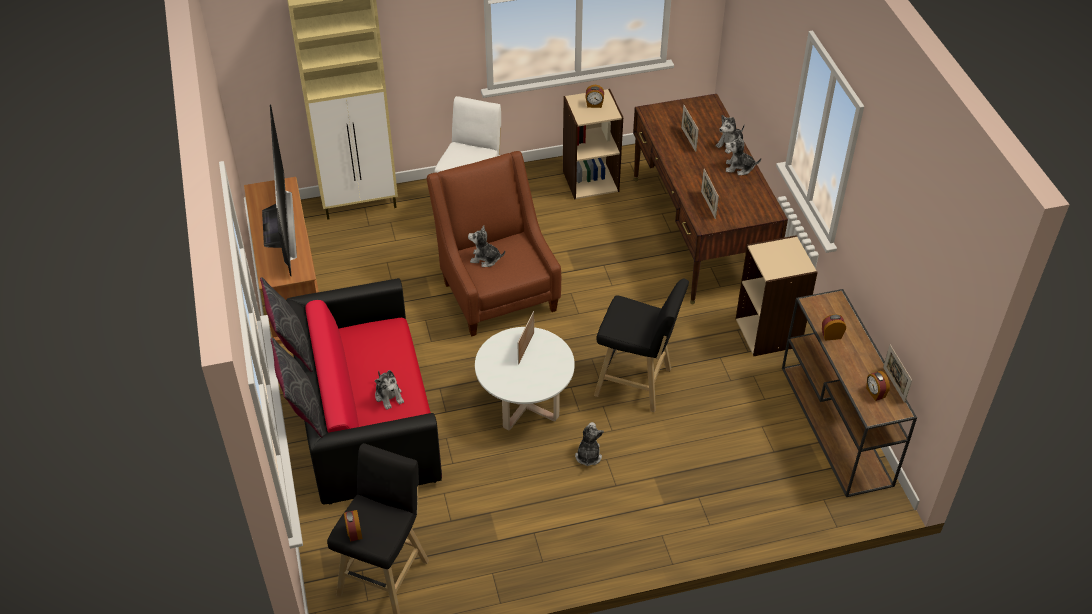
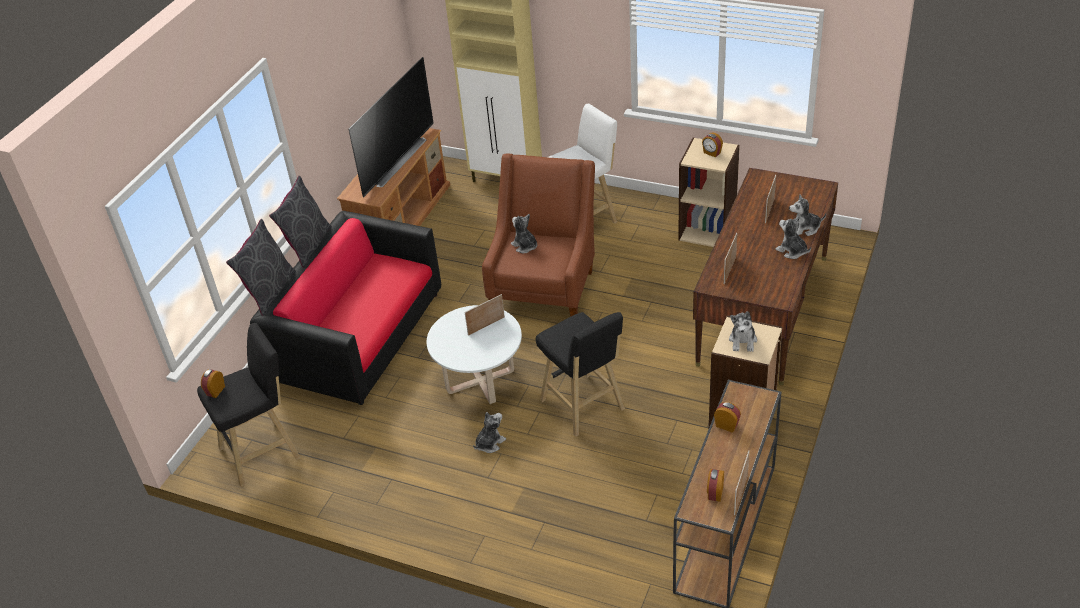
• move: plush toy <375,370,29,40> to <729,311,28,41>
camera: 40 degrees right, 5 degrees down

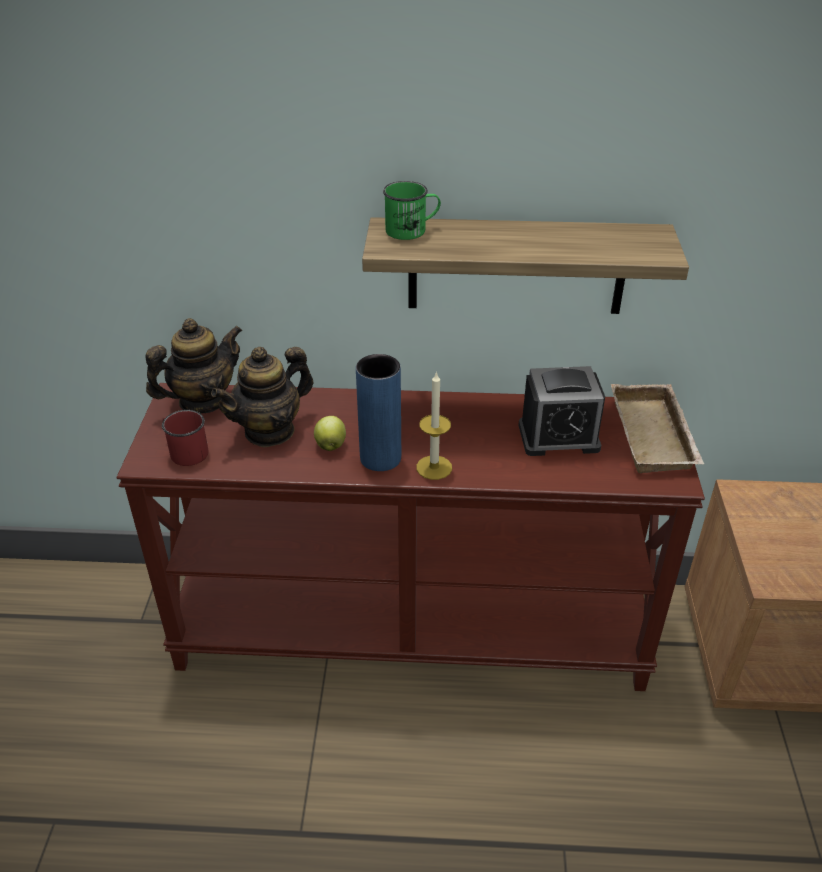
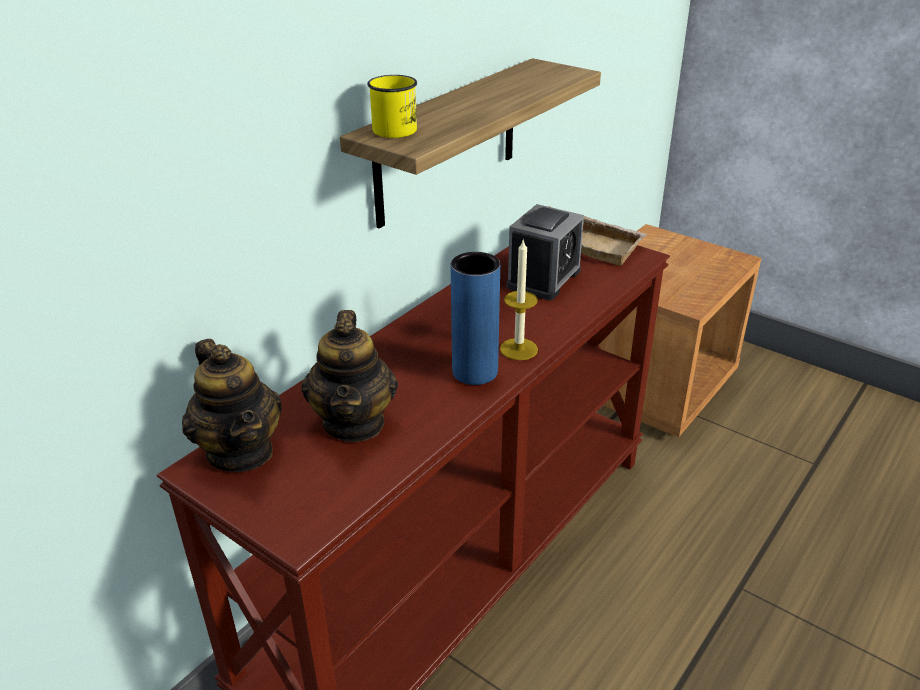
• delete: red mug <162,410,46,56>
• delete: apple <314,416,32,35>
• recolor: green mug <383,181,58,59> to yellow mug <367,75,50,63>
• rotate: teapot <145,318,97,95> = <182,339,100,133> 150 degrees clockwise
camera: 55 degrees left, 5 degrees down

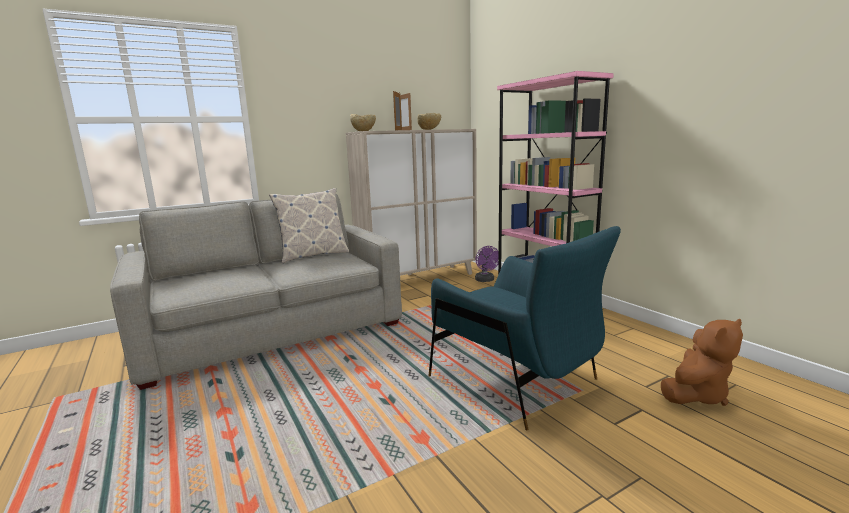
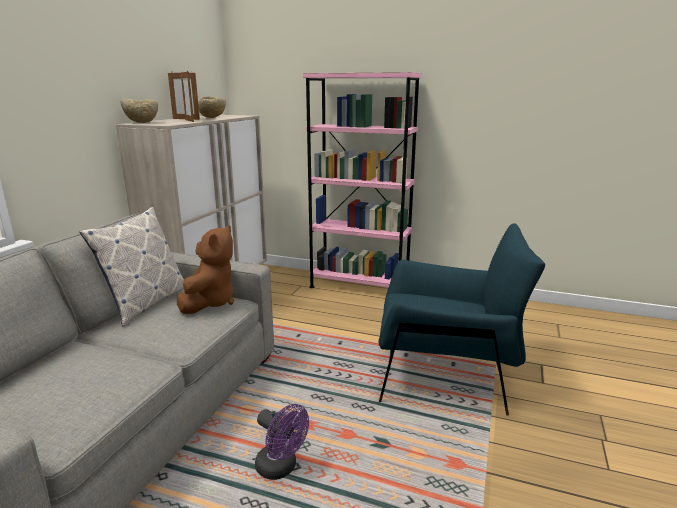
• move: purple fan <475,246,24,36> to <255,404,54,76>
• move: brown plush toy <661,319,82,87> to <177,225,57,89>
camera: 40 degrees left, 5 degrees up

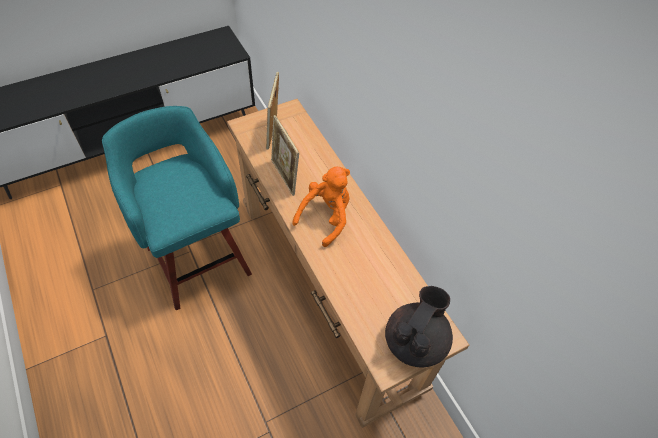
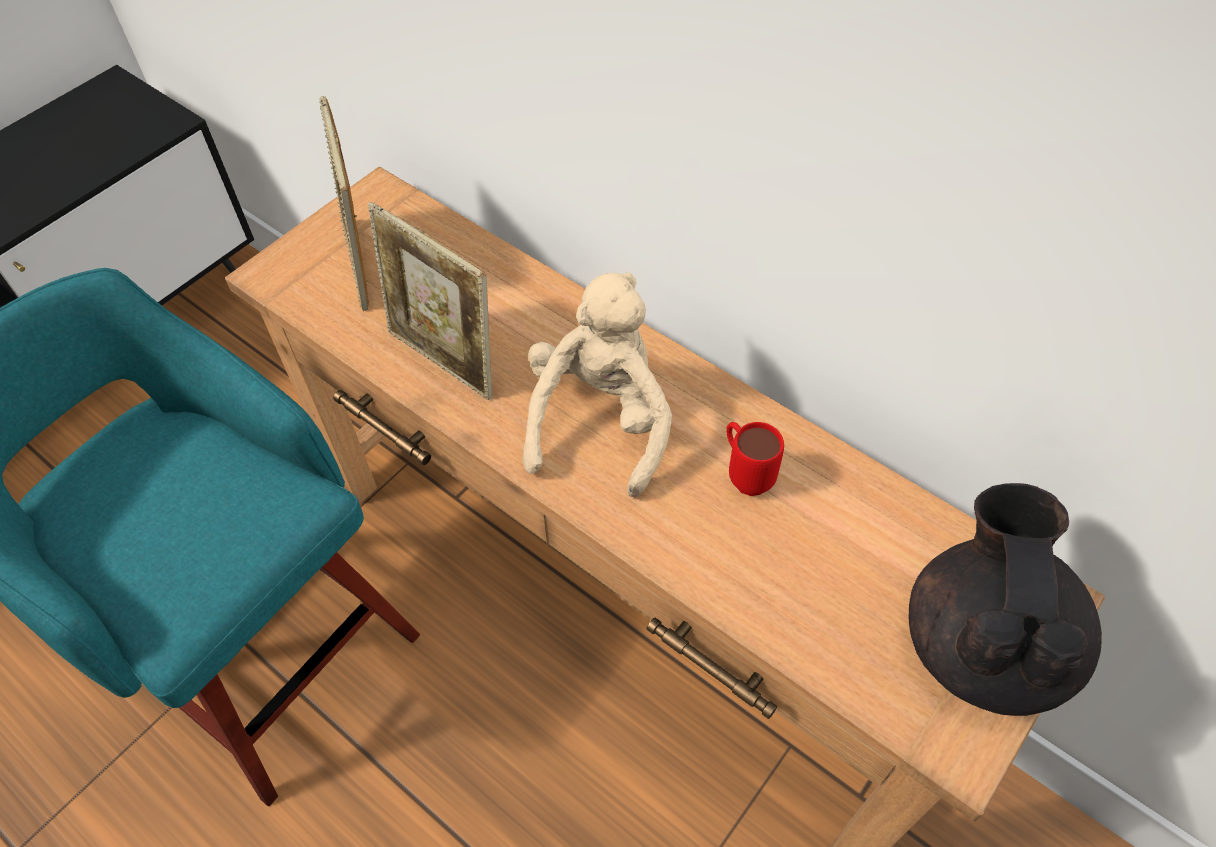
• insert: red mug <726,422,58,74>
• recolor: orange plush toy <292,167,58,80> to beige plush toy <523,272,149,226>
camera: 20 degrees left, 0 degrees up

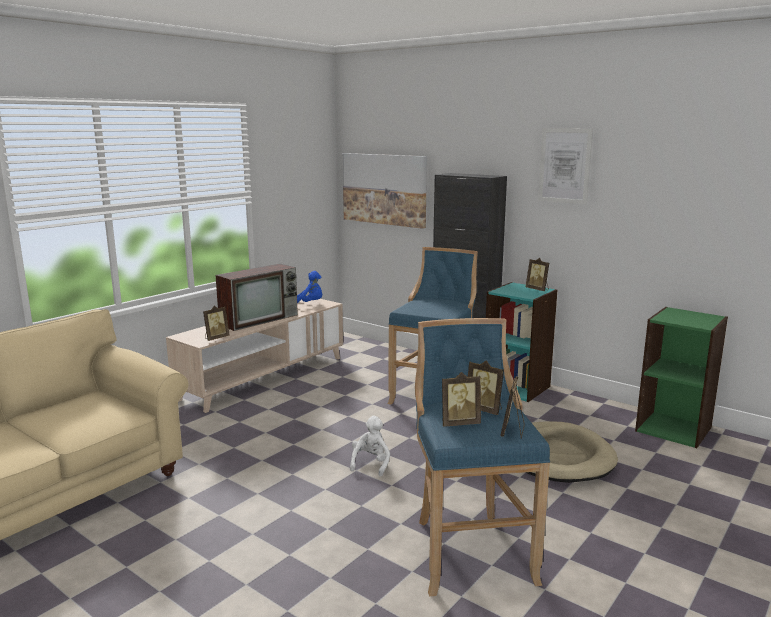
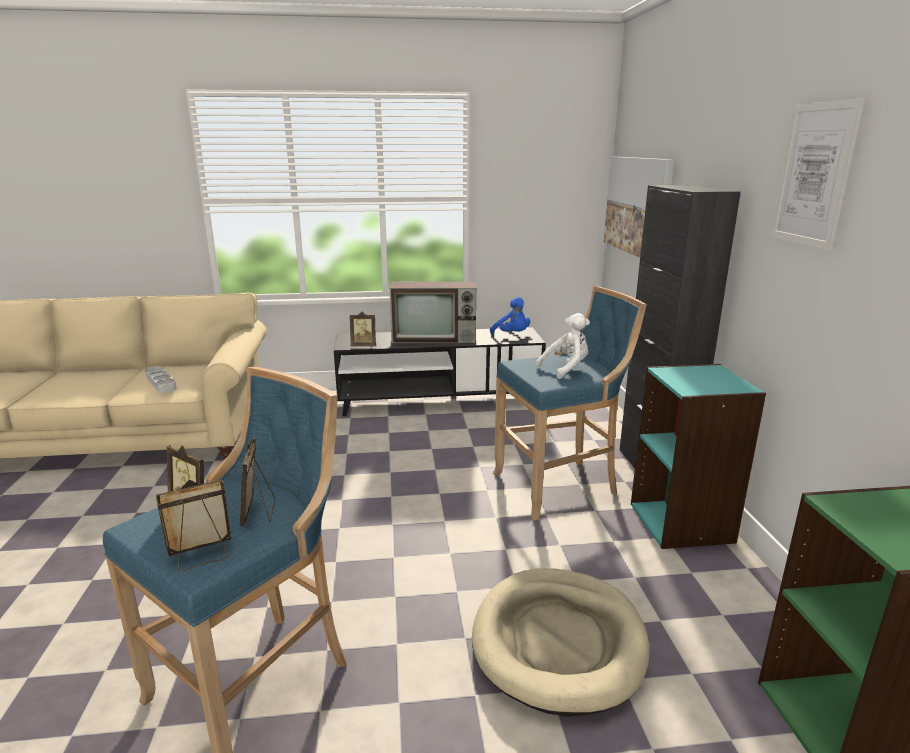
• delete: picture frame <526,258,23,33>
• insert: grey tray <145,366,32,27>
• move: white plush toy <350,416,40,61> to <535,313,55,66>
• recolor: beige tv stand <166,299,177,114> to black tv stand <334,327,212,89>
camera: 45 degrees right, 5 degrees up

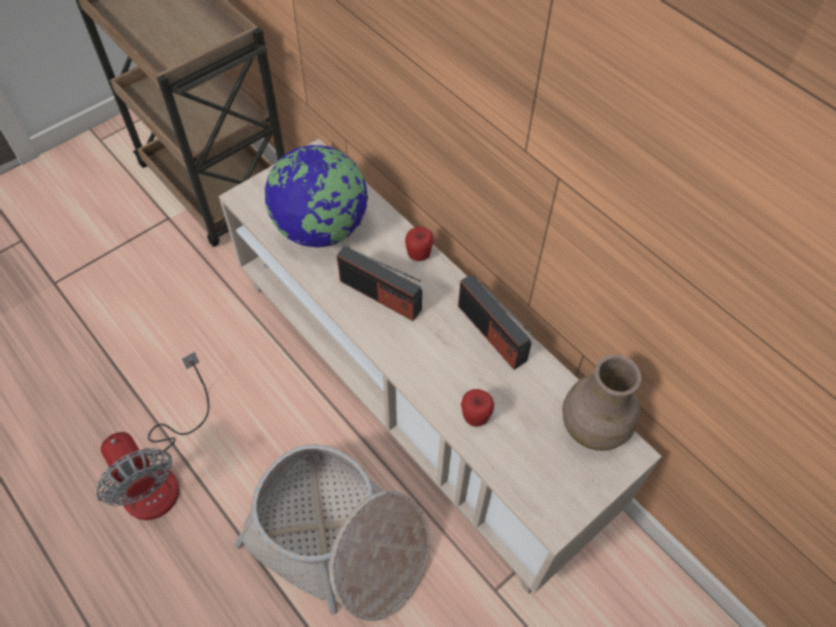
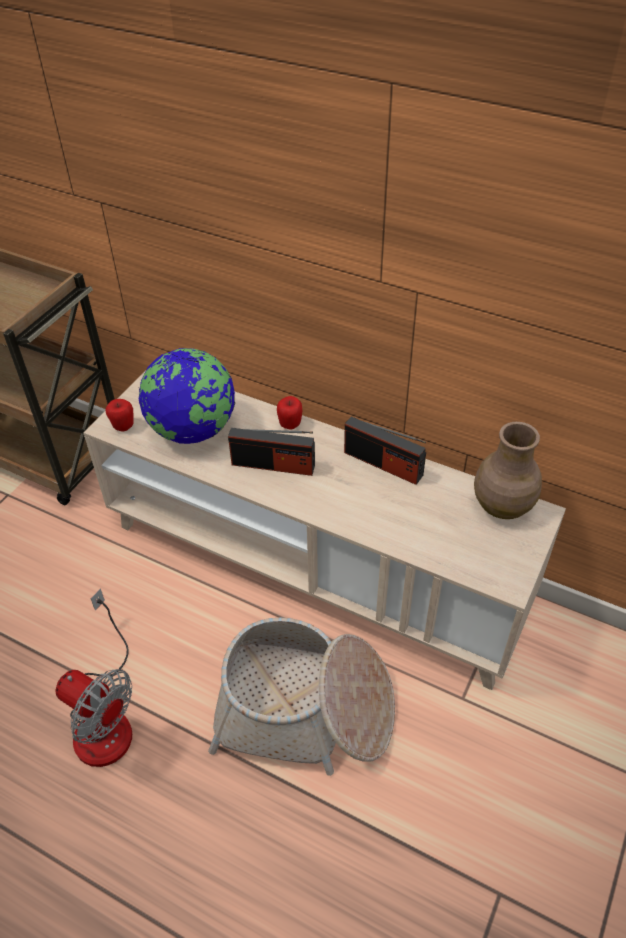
• move: apple <461,389,33,38> to <106,399,27,32>
camera: 20 degrees left, 10 degrees down

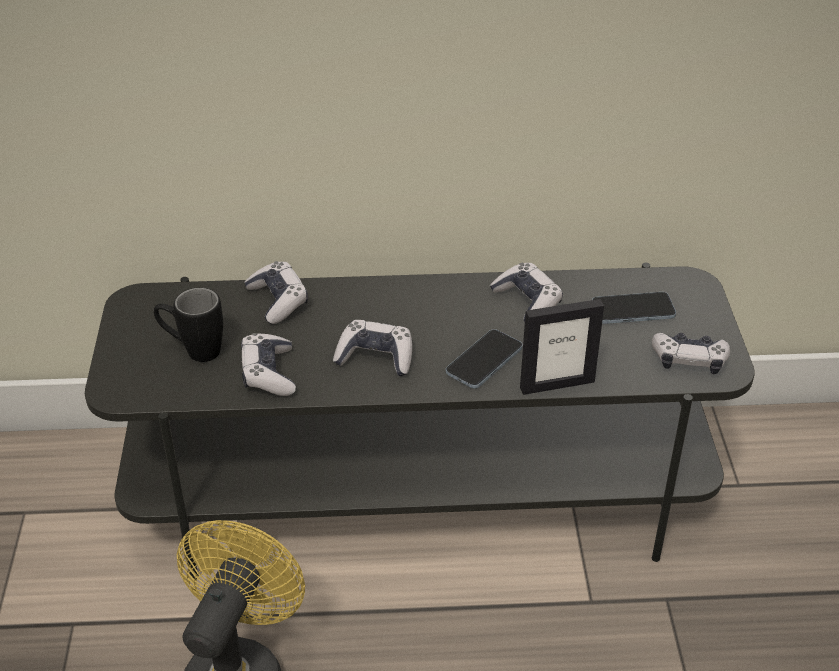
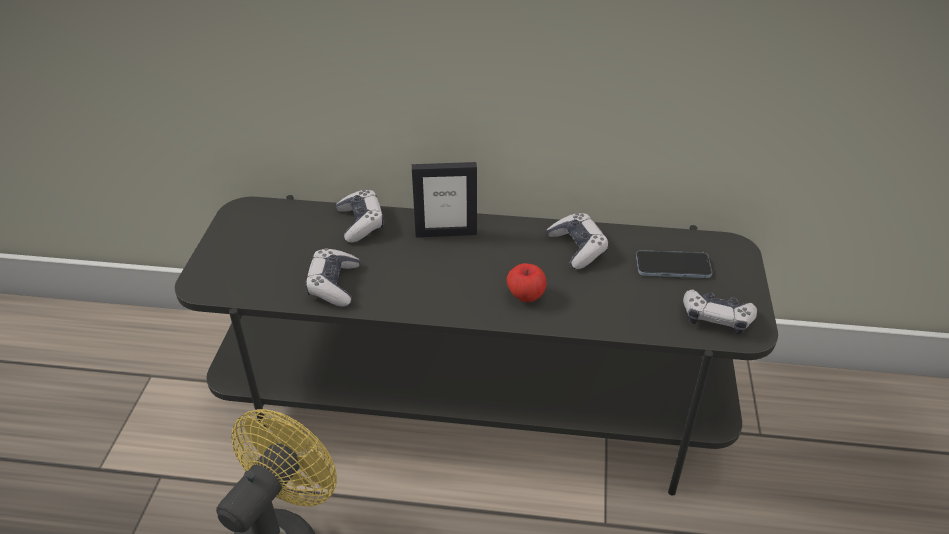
• delete: black mug <154,288,69,74>
• delete: game controller <333,320,79,56>
• move: picture frame <520,299,84,96> to <412,162,65,76>
• replace: phone <446,329,77,59> to apple <507,263,40,39>
camera: 10 degrees right, 0 degrees up

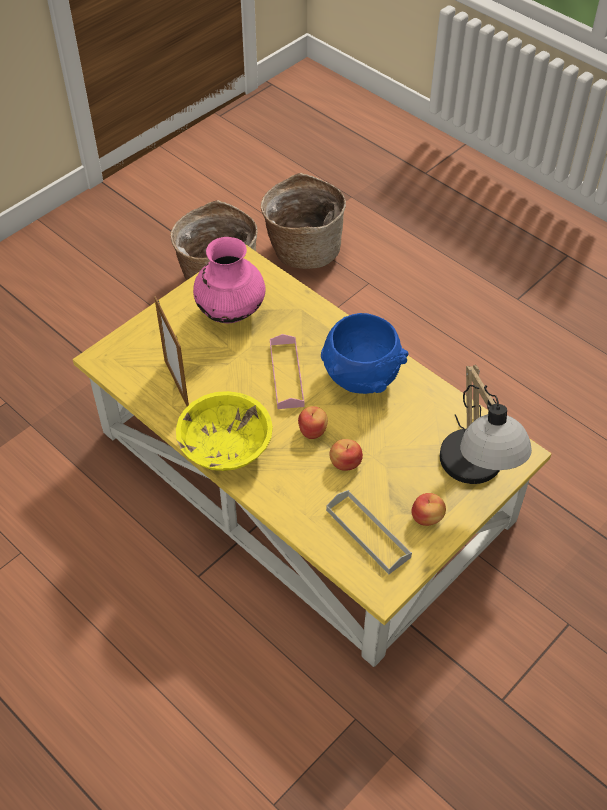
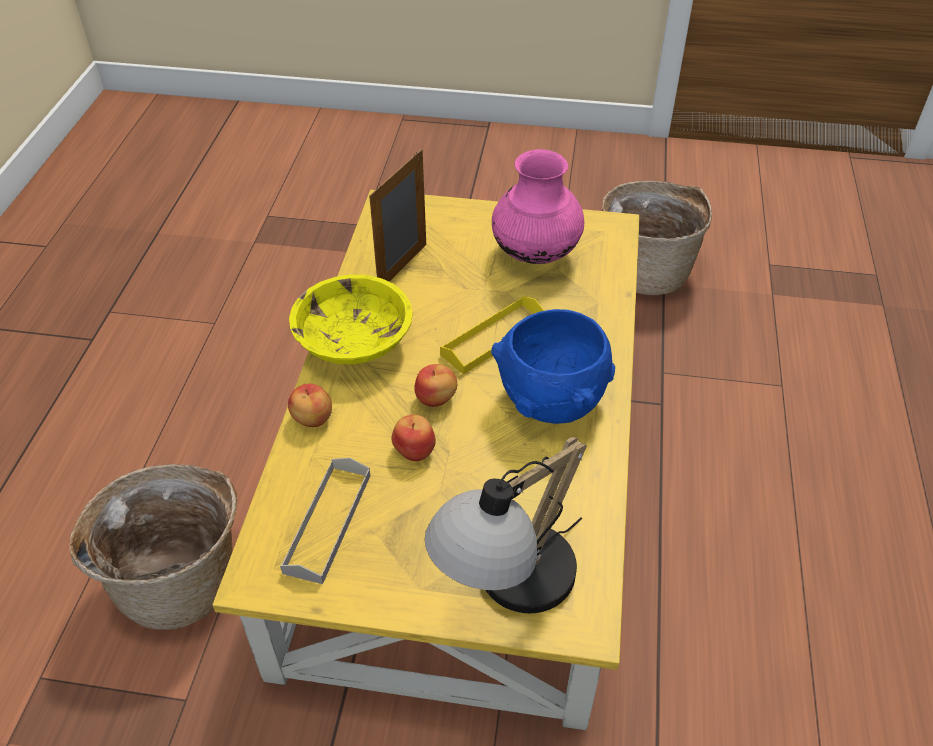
• move: basket <261,173,85,96> to <69,464,168,166>
• move: apple <412,493,34,33> to <288,384,44,43>
• recolor: pink tray <270,334,34,75> to yellow tray <440,296,104,79>
camera: 55 degrees right, 5 degrees down

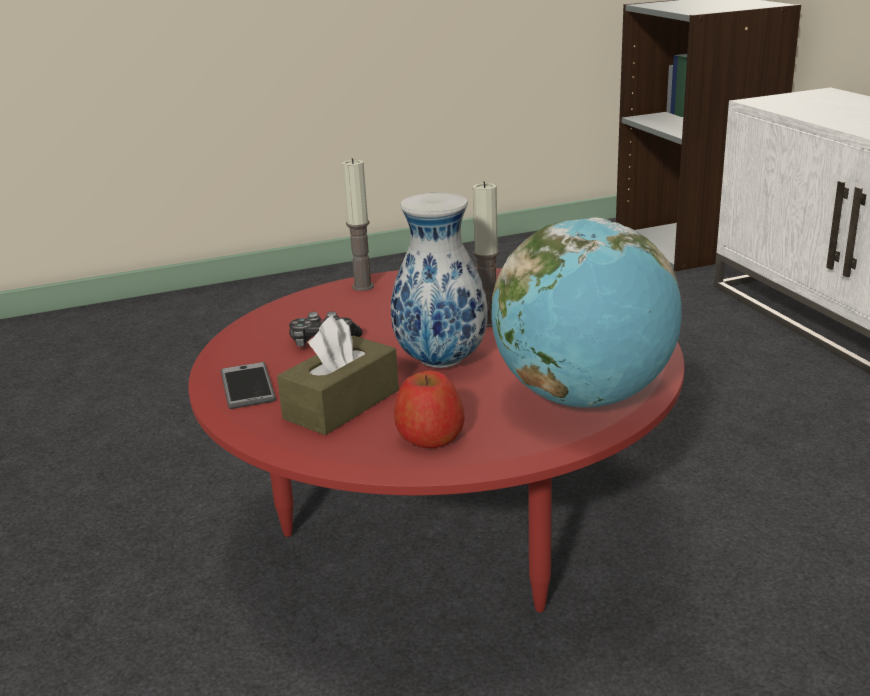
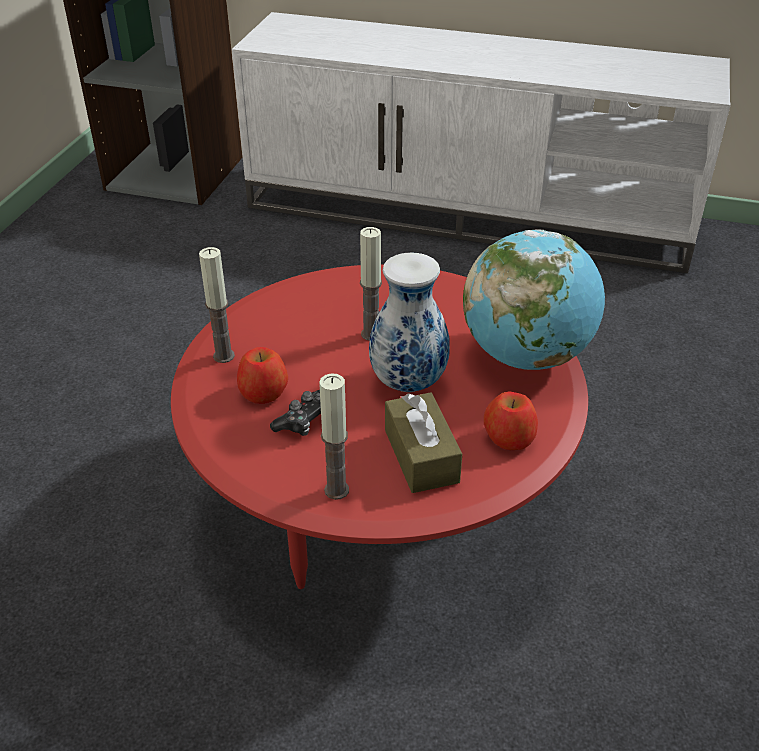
• insert: apple <237,347,51,57>
• replace: phone <221,362,55,47> to candle <319,373,30,127>
camera: 55 degrees left, 15 degrees up

